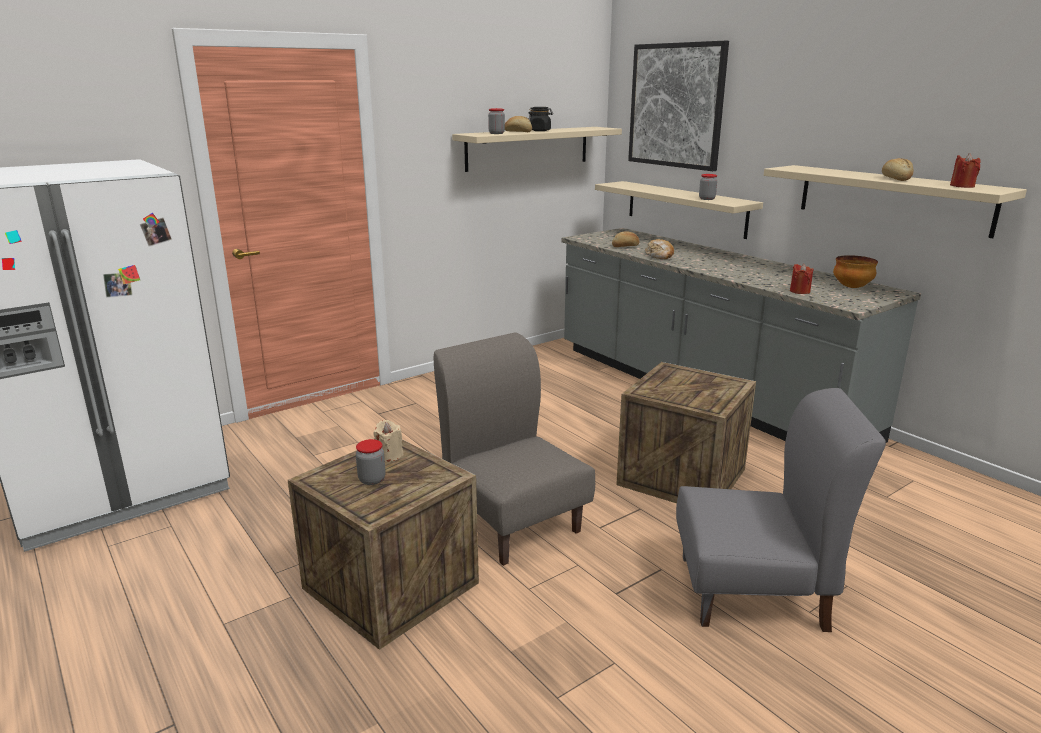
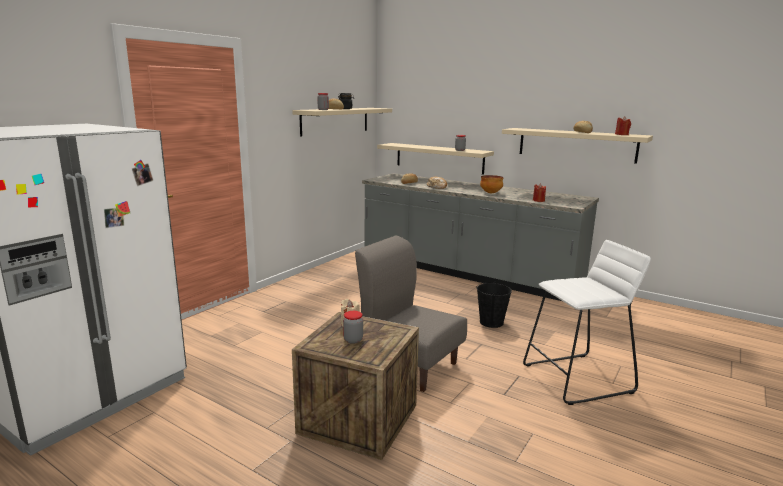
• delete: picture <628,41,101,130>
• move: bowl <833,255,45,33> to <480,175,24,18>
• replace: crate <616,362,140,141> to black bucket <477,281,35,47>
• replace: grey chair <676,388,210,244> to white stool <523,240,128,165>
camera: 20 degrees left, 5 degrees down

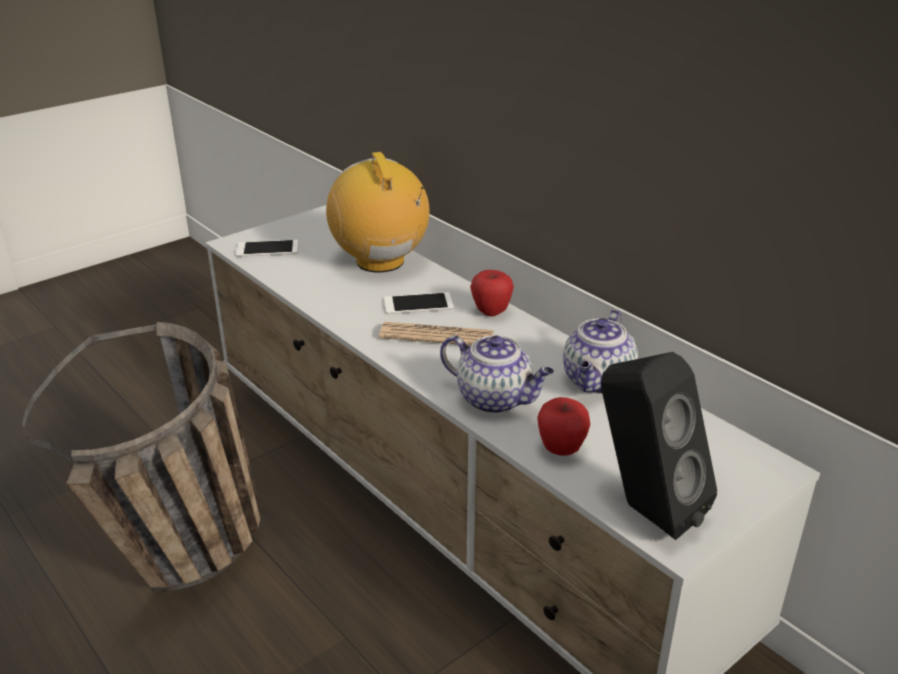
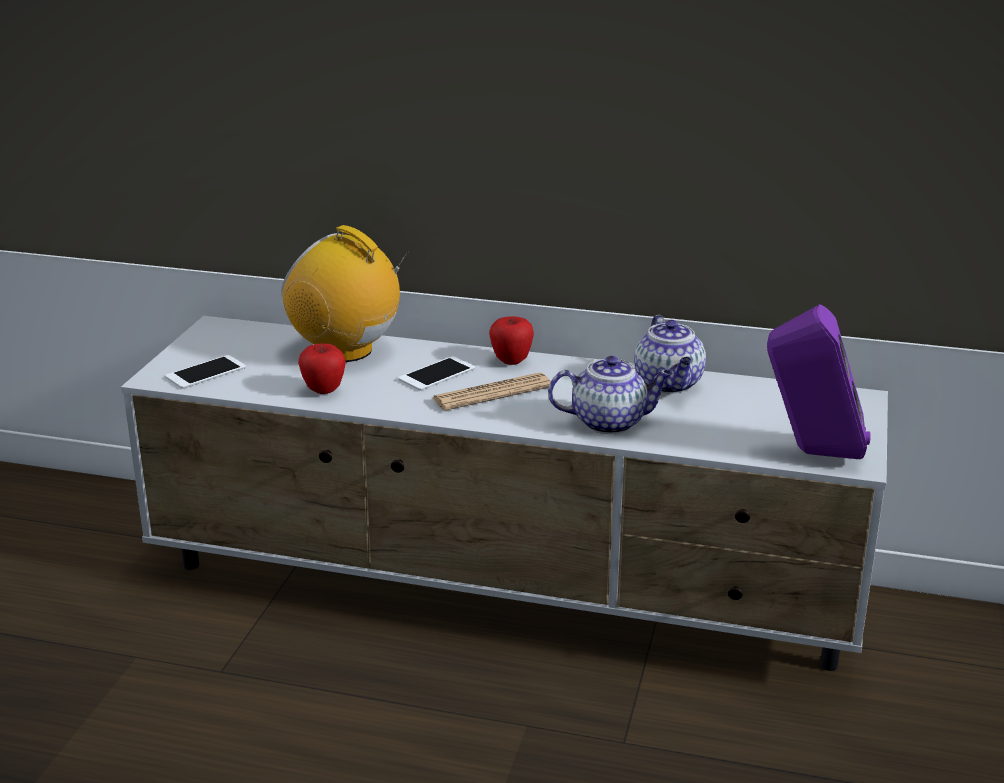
• delete: basket <22,322,238,269>
• move: apple <537,397,53,59> to <298,344,48,50>
• recolor: black speaker <601,352,116,188> to purple speaker <767,304,104,155>
camera: 35 degrees left, 5 degrees down

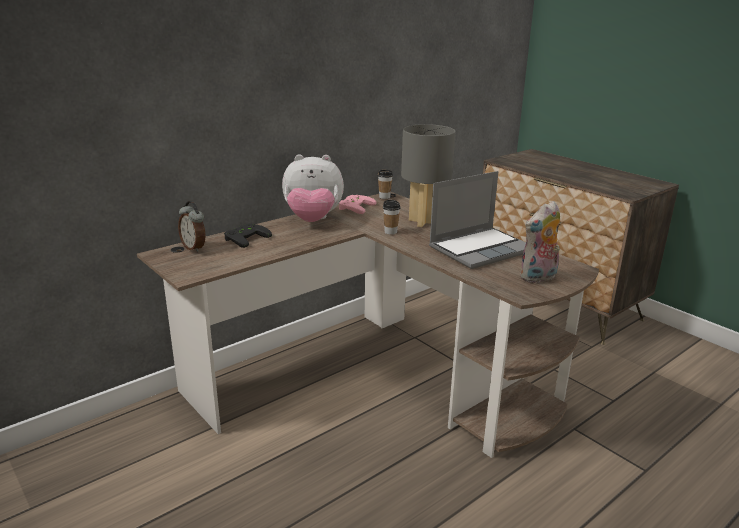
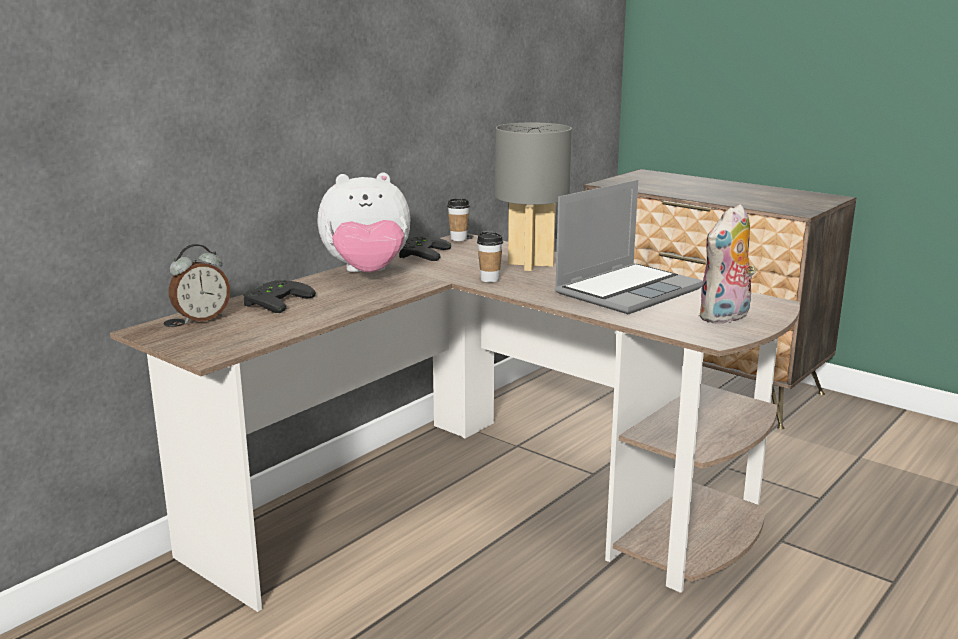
• recolor: pink game controller <339,195,38,19> to black game controller <399,236,52,25>
• rotate: alarm clock <178,201,28,51> = <169,244,61,80> 75 degrees counterclockwise
camera: 10 degrees left, 5 degrees down

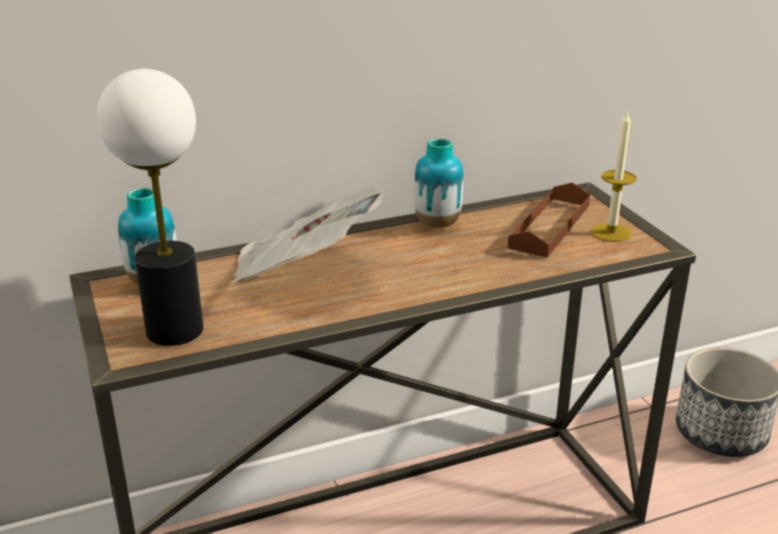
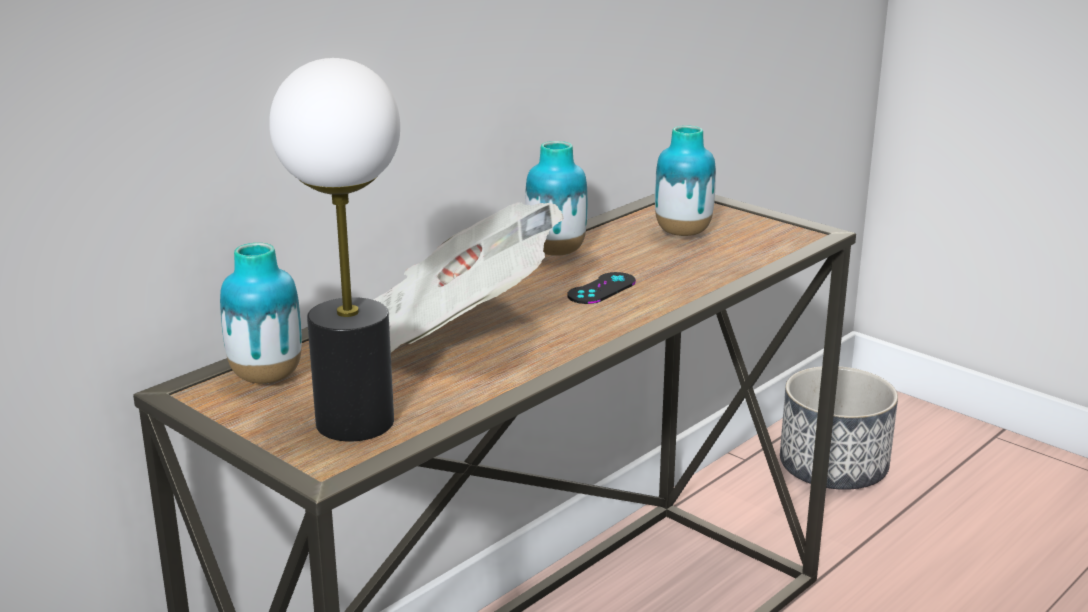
• delete: candle <592,110,44,132>
• insert: black game controller <567,272,69,32>
• replace: brown tray <508,182,82,76> to vase <655,125,61,111>
camera: 25 degrees left, 5 degrees down

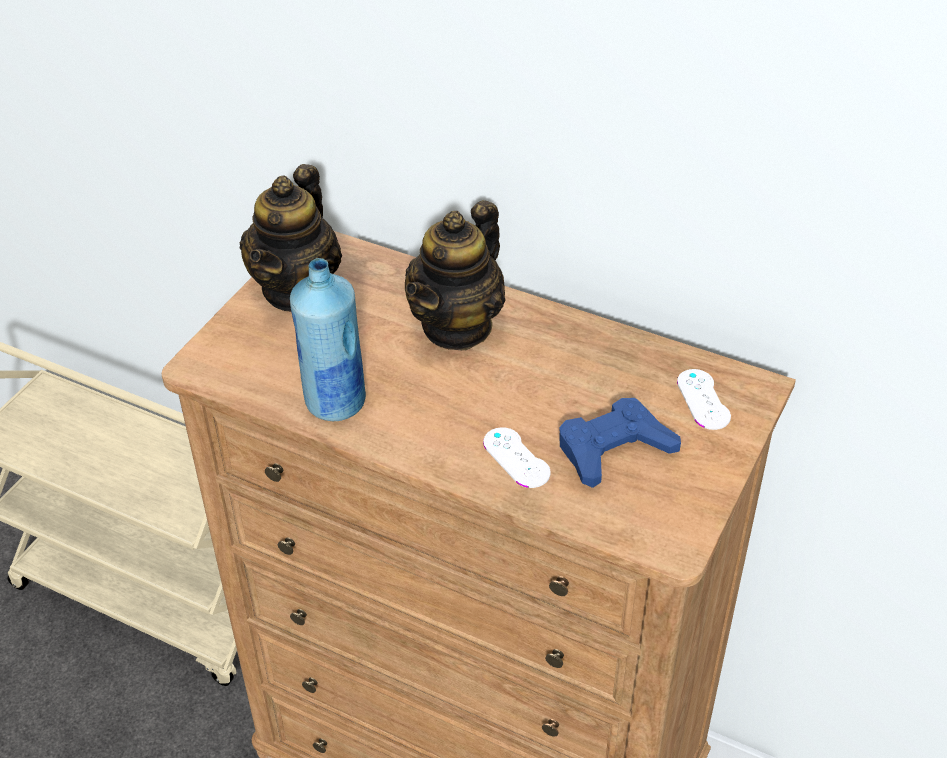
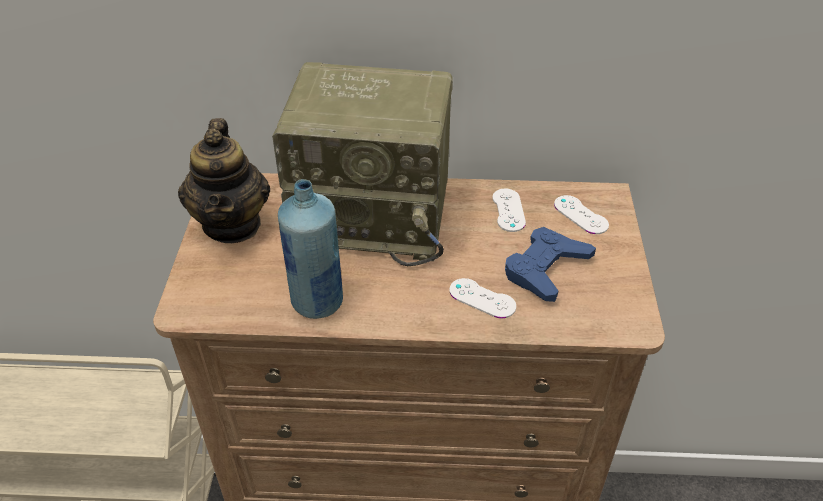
• insert: white game controller <492,189,34,43>
• replace: teapot <405,200,101,151> to radio <272,62,181,204>
camera: 25 degrees left, 0 degrees up

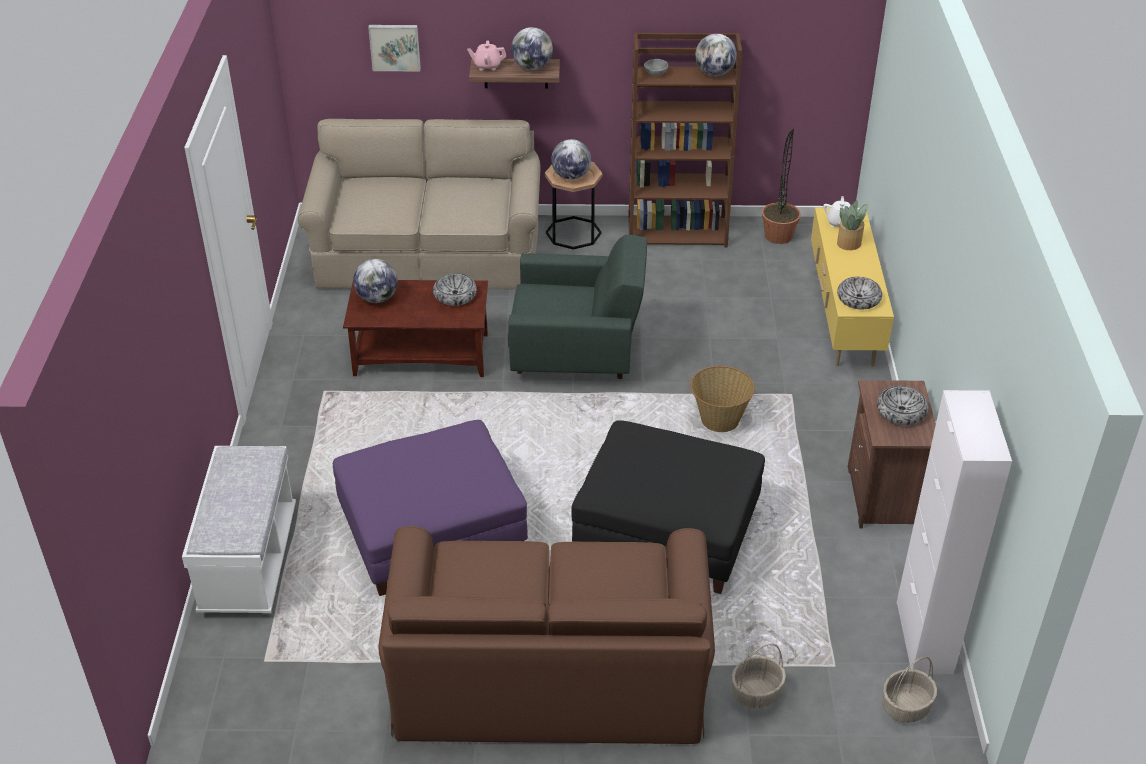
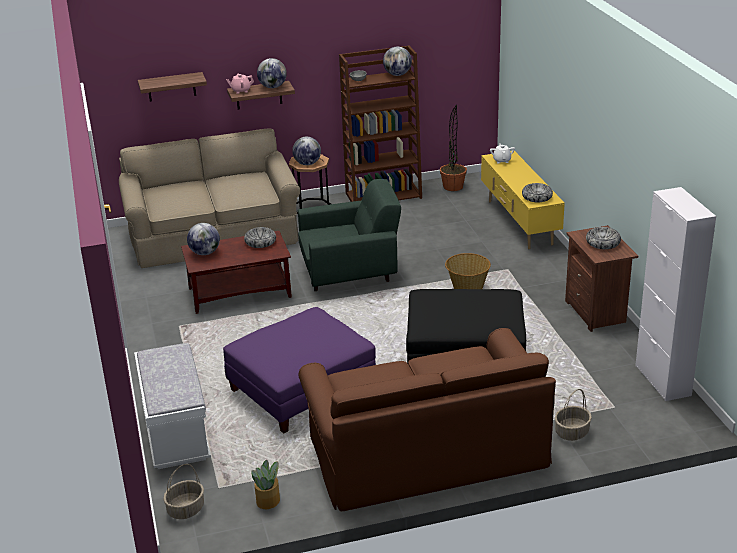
• move: potted plant <837,200,32,50> to <251,459,29,50>
• move: basket <882,656,55,67> to <163,464,41,55>
• replace: picture <368,25,53,46> to shelf <138,72,69,30>
camera: 15 degrees left, 10 degrees down

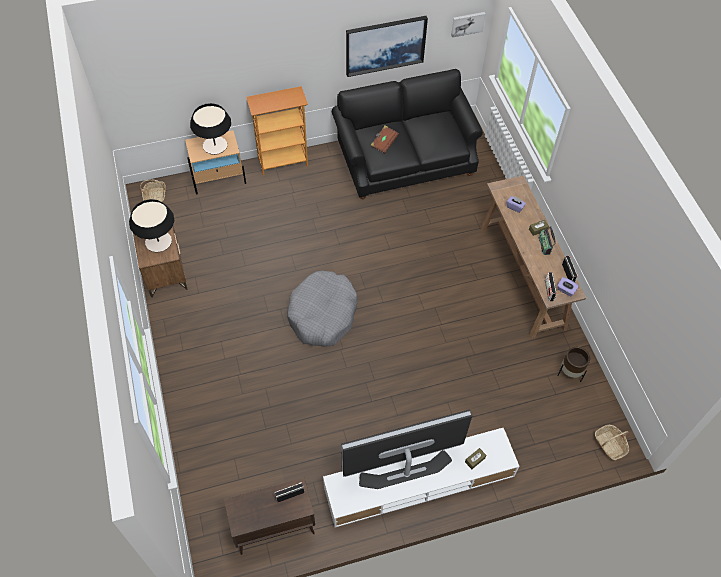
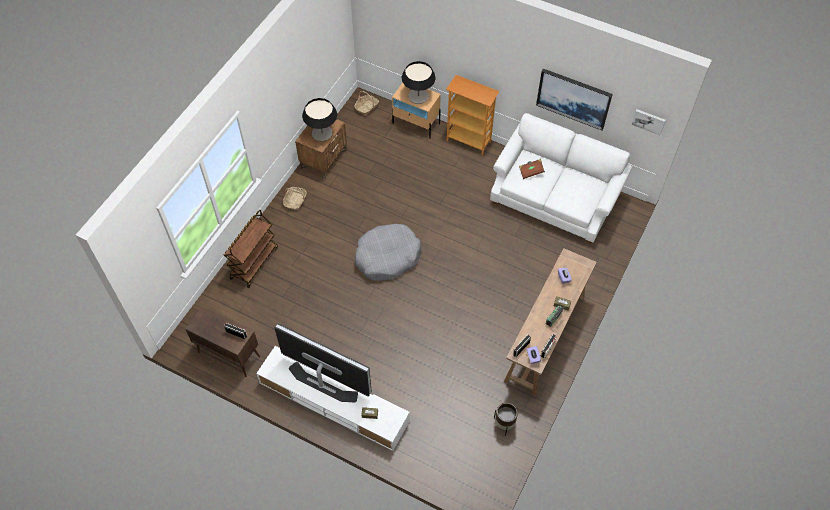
• insert: brown cart <224,210,54,78>
• move: basket <595,425,34,35> to <283,187,24,23>
• recolor: black sofa <332,69,151,130> to white sofa <490,113,142,130>
camera: 45 degrees right, 0 degrees up

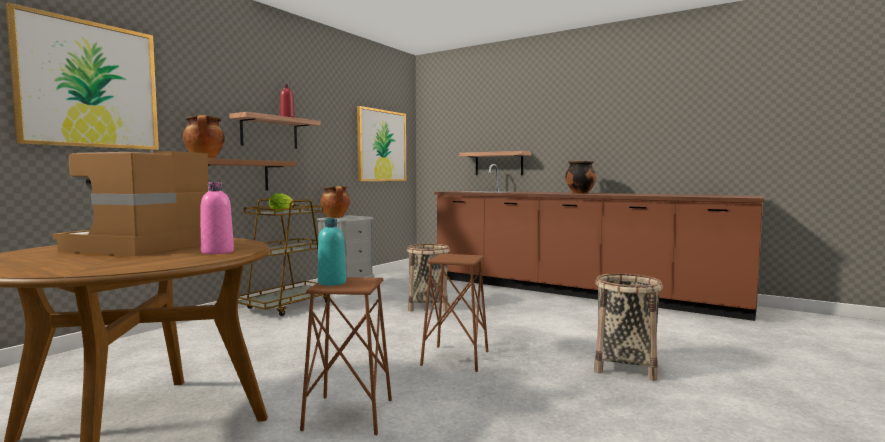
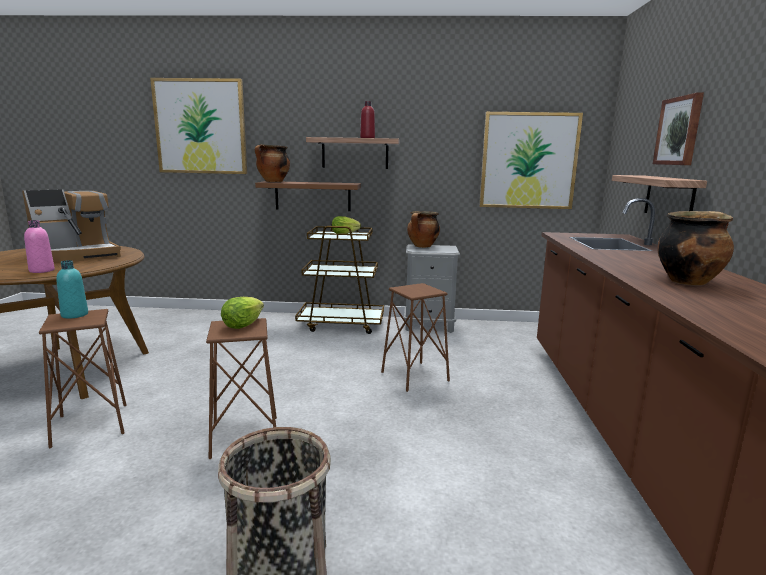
• insert: lettuce <221,297,43,32>
• insert: picture <653,93,51,72>
• replace: basket <407,244,43,67> to brown stool <381,283,69,109>
• rotate: coffee machine <53,150,155,106> = <22,189,99,73> 150 degrees clockwise
camera: 60 degrees right, 10 degrees up

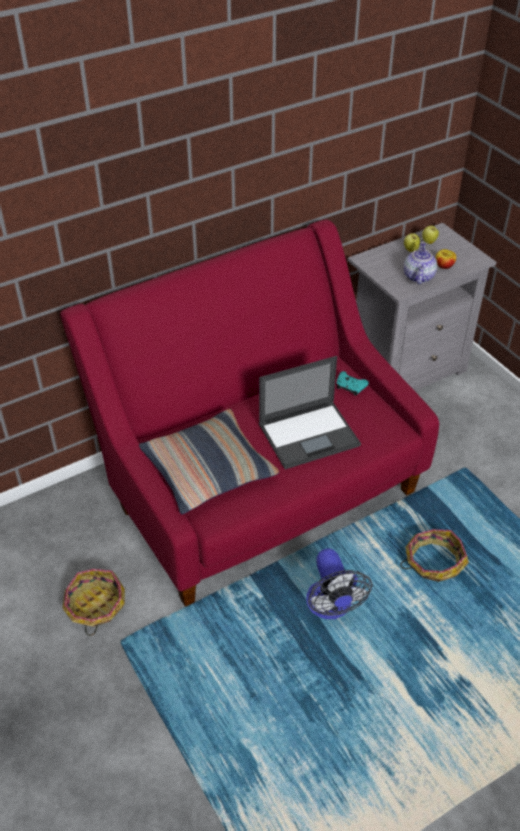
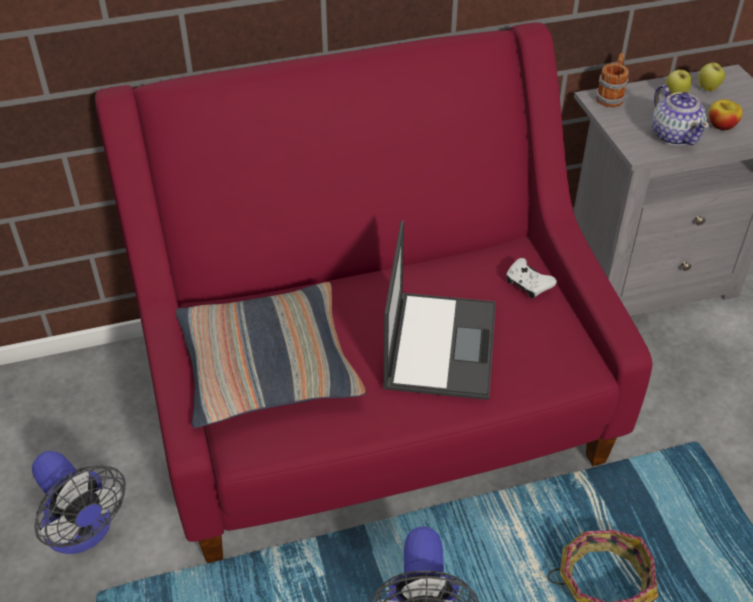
• insert: mug <596,53,33,54>
• replace: basket <62,569,63,67> to fan <32,451,94,103>
• recolor: turquoise game controller <336,371,33,25> to white game controller <506,258,51,40>
• rotate: laptop <259,356,102,113> = <383,220,113,180> 75 degrees counterclockwise
• rotate: teapot <404,242,33,43> = <652,85,57,61> 135 degrees clockwise
camera: 15 degrees right, 0 degrees up

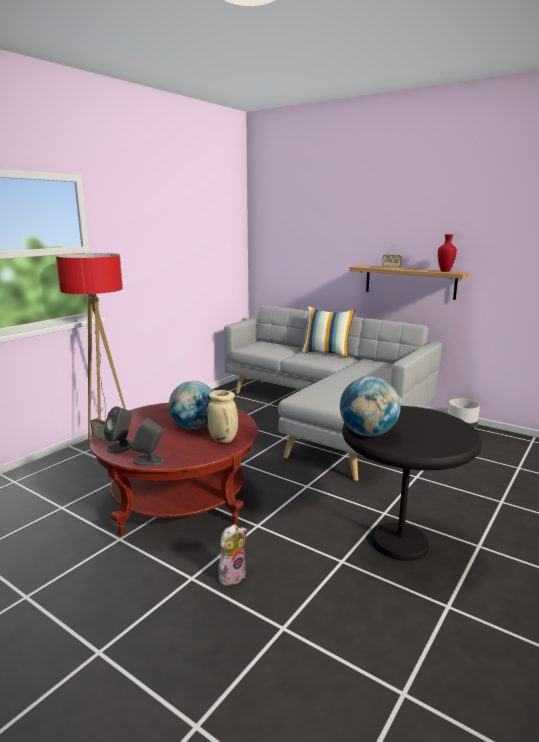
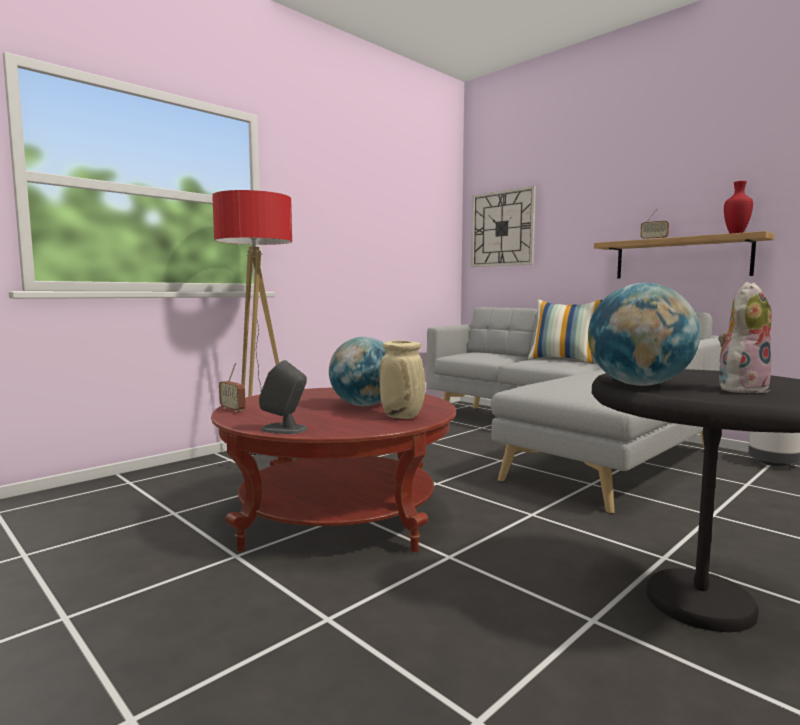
• delete: grey speaker <104,406,28,48>
• insert: wall clock <471,186,65,81>
• move: plush toy <219,524,28,63> to <718,282,54,111>
camera: 10 degrees right, 10 degrees down

